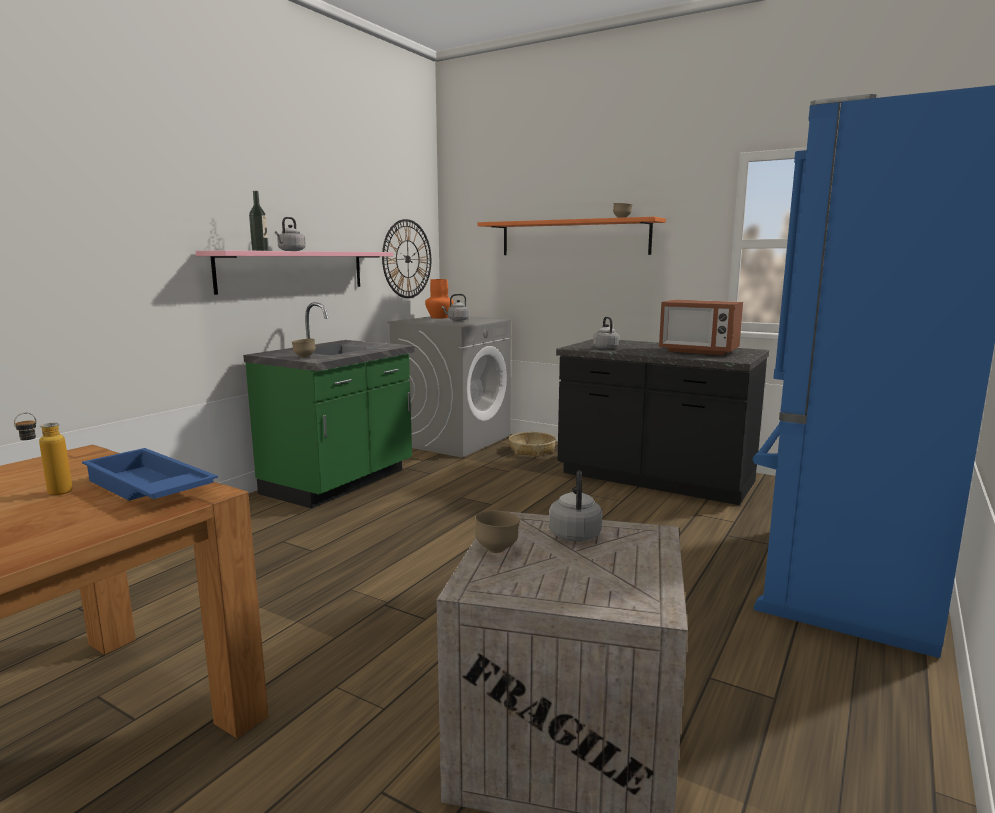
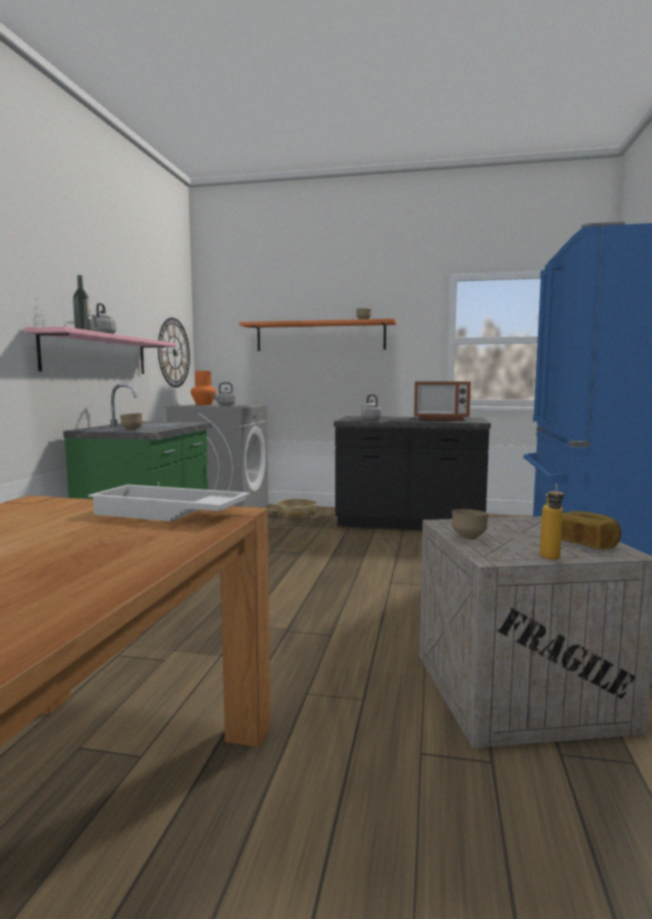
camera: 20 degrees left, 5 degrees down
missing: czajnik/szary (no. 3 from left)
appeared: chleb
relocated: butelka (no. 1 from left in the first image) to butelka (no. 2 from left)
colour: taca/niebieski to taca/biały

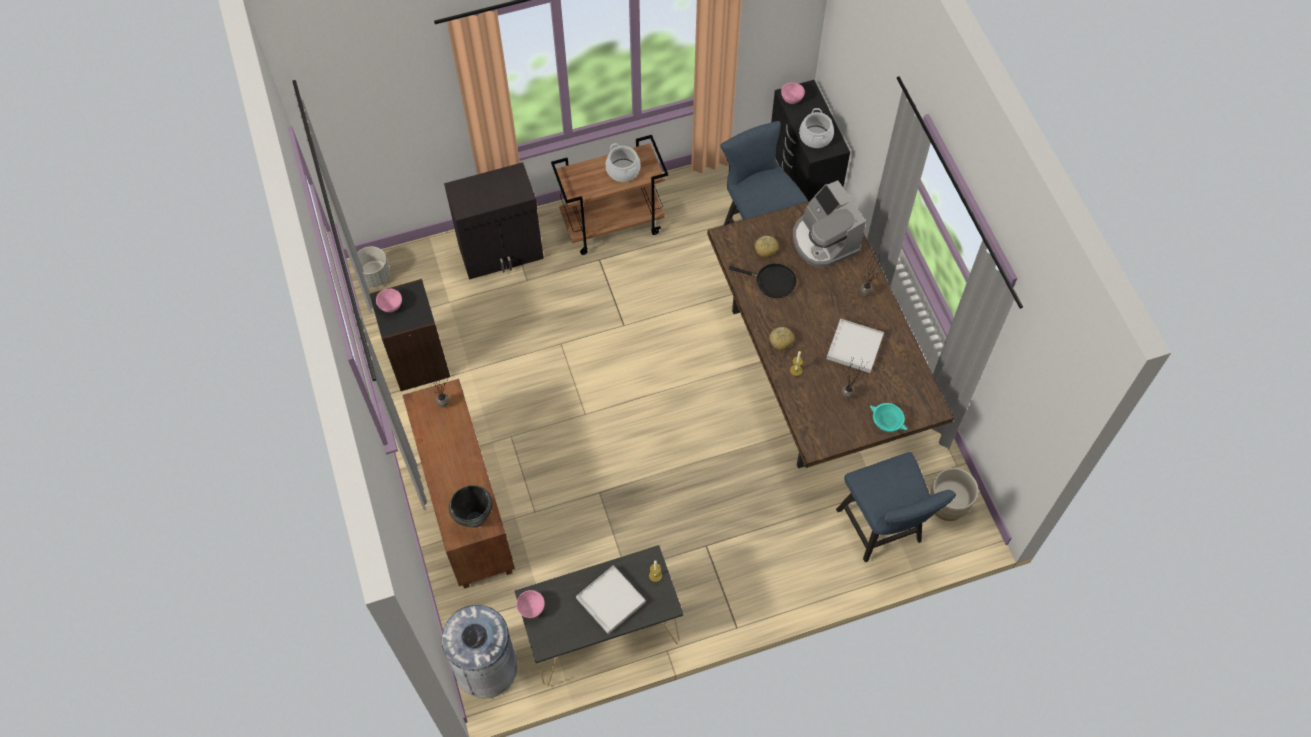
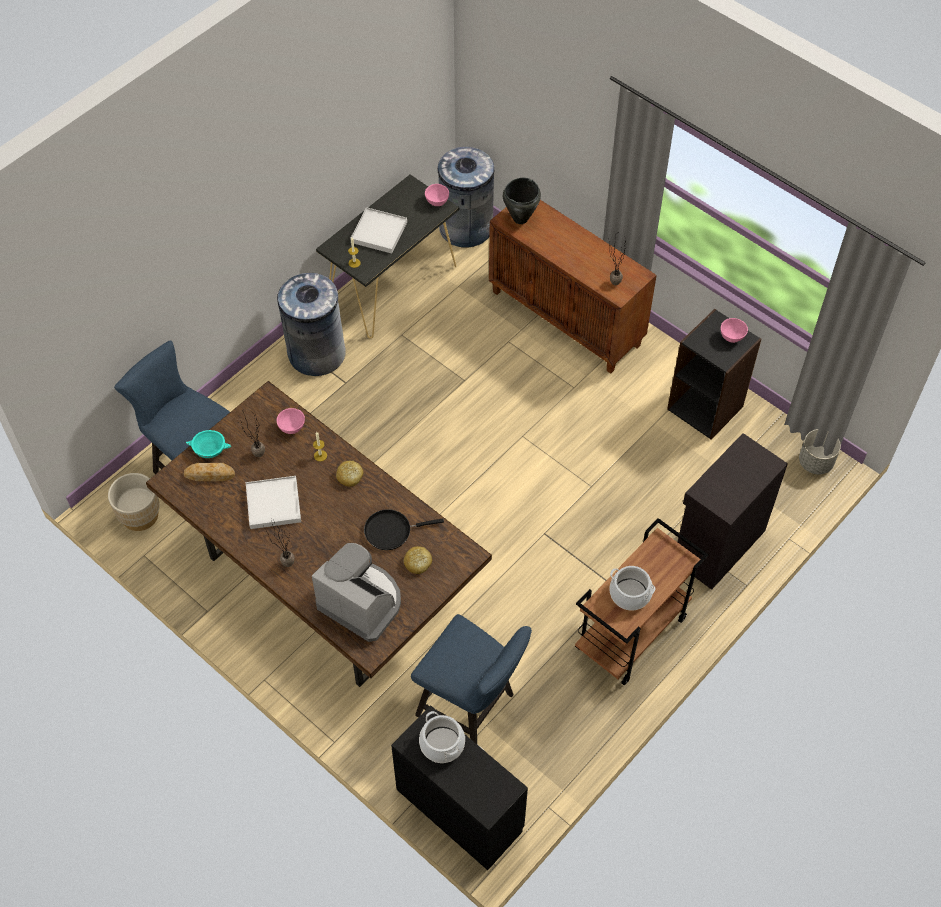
camera: 150 degrees right, 5 degrees down
appeared: kosz na śmieci/szary (no. 1 from left); chleb (no. 1 from left)
relocated: miska/różowy (no. 3 from left in the first image) to miska/różowy (no. 1 from left)

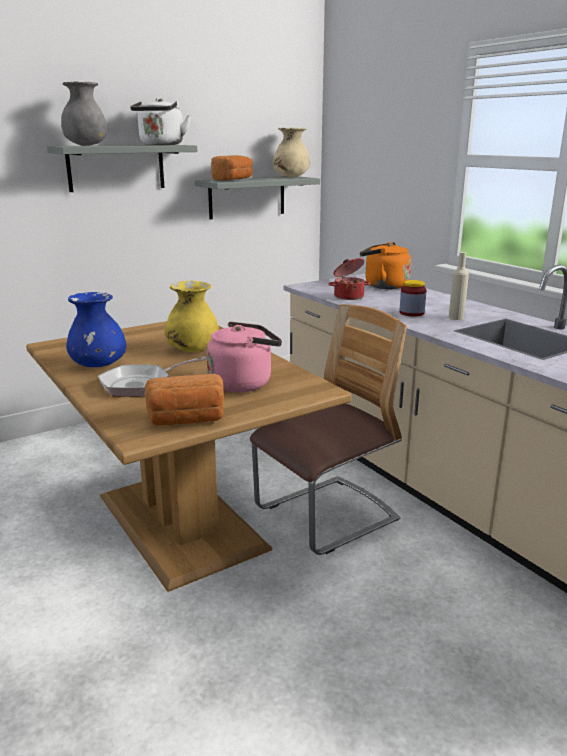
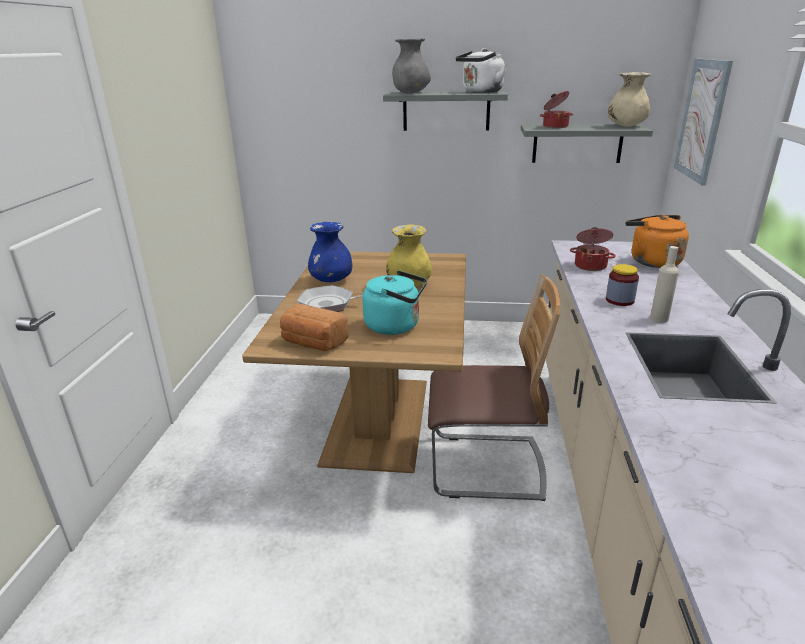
camera: 40 degrees right, 5 degrees up
appeared: obraz
exchanged: chleb (no. 2 from left) to garnek (no. 1 from left)
colour: czajnik/różowy to czajnik/turkusowy

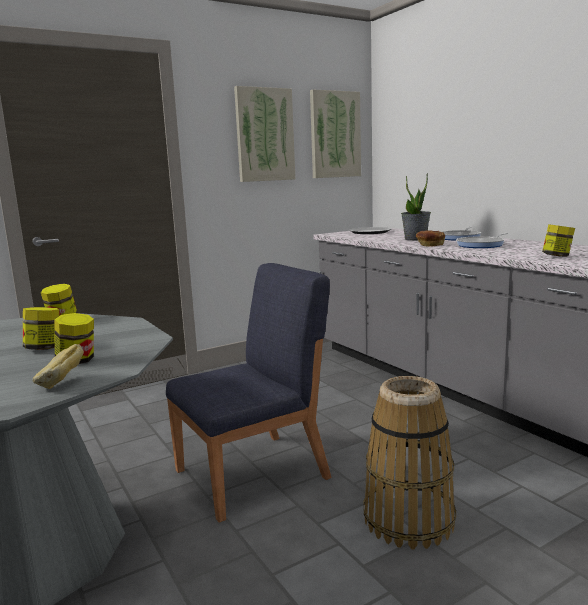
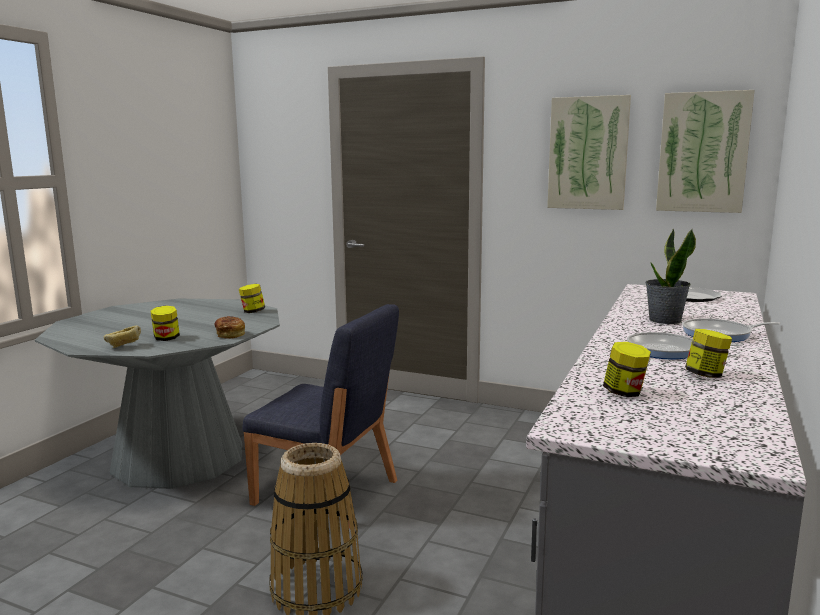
camera: 55 degrees right, 0 degrees up
relocated: chleb (no. 2 from left); słoik (no. 1 from left in the first image) to słoik (no. 4 from left)

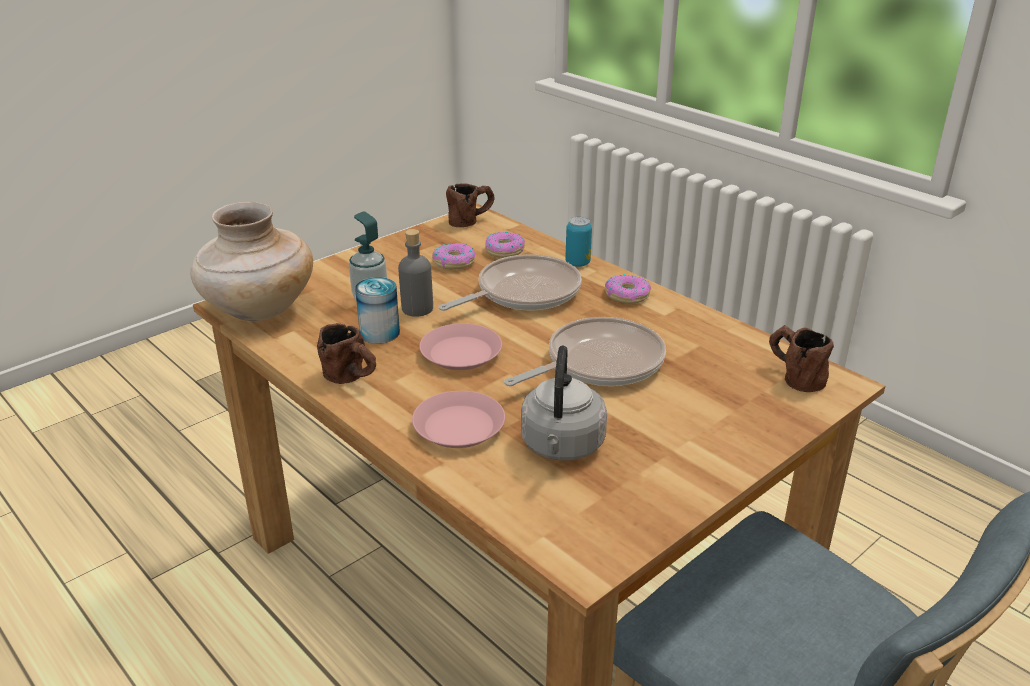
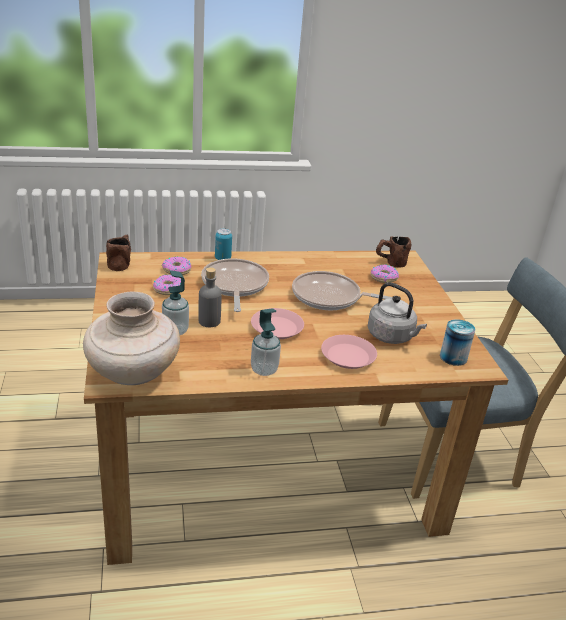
camera: 60 degrees left, 0 degrees up
relocated: donut (no. 3 from left); puszka (no. 1 from left in the first image) to puszka (no. 2 from left)
exchanged: kubek/brązowy (no. 1 from left) to dozownik mydła (no. 2 from left)
spun: patelnia (no. 2 from left) 75 degrees counterclockwise

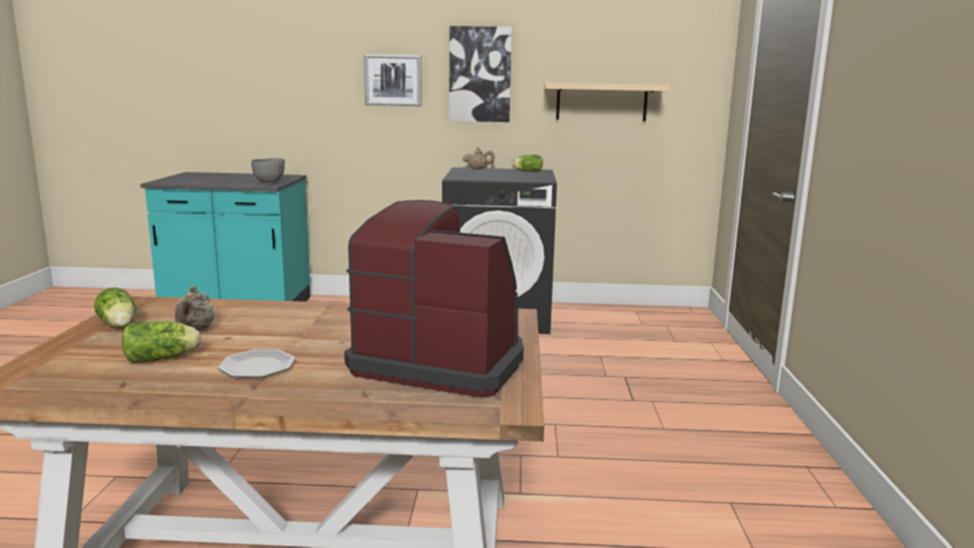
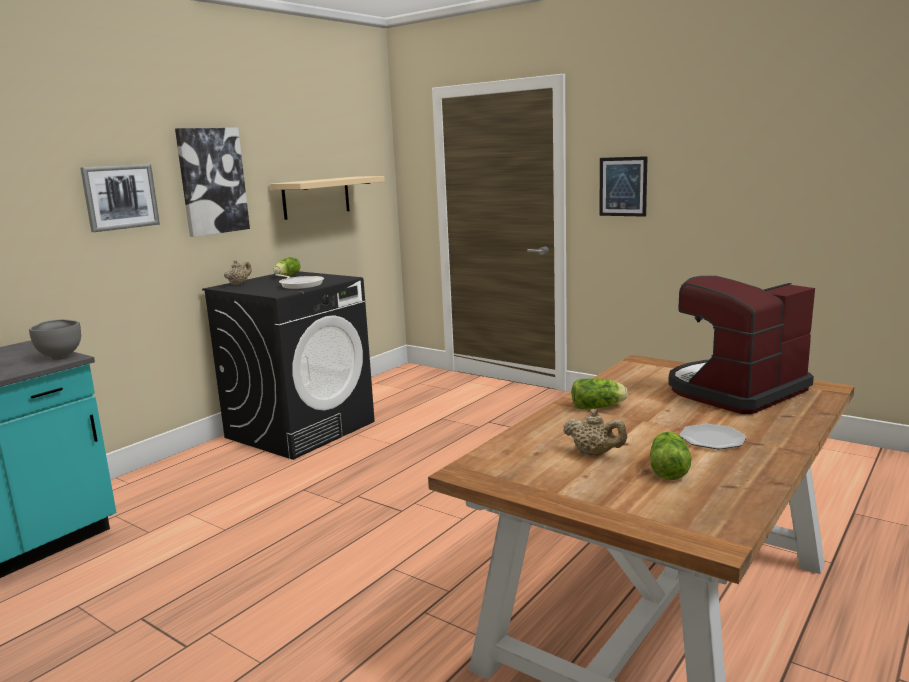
camera: 55 degrees left, 0 degrees up
appeared: obraz (no. 3 from left); patelnia
relocated: sałata (no. 1 from left in the first image) to sałata (no. 2 from left)

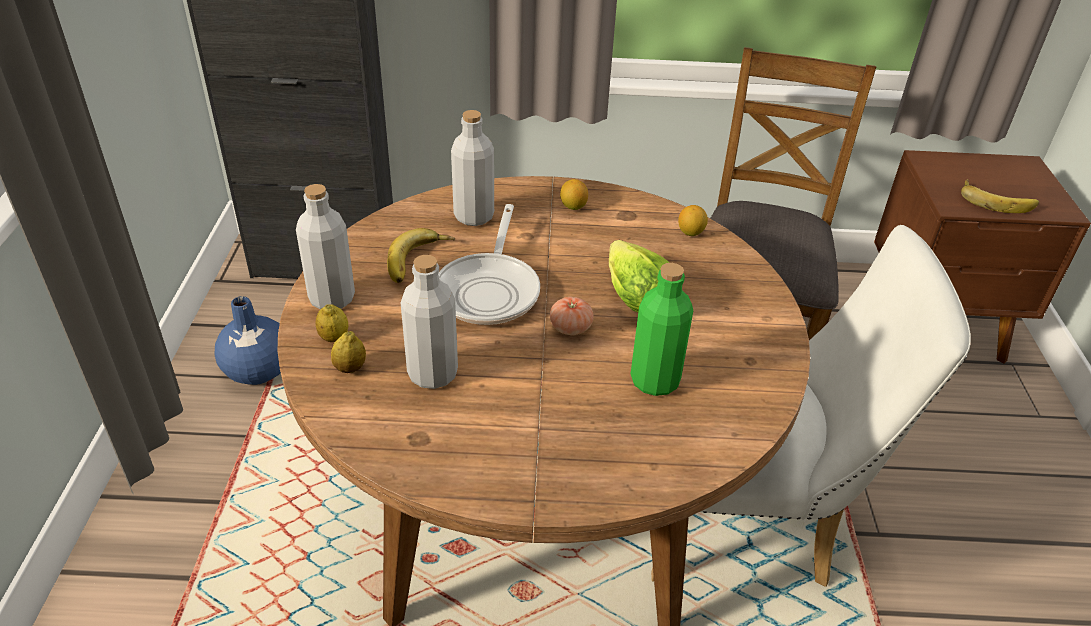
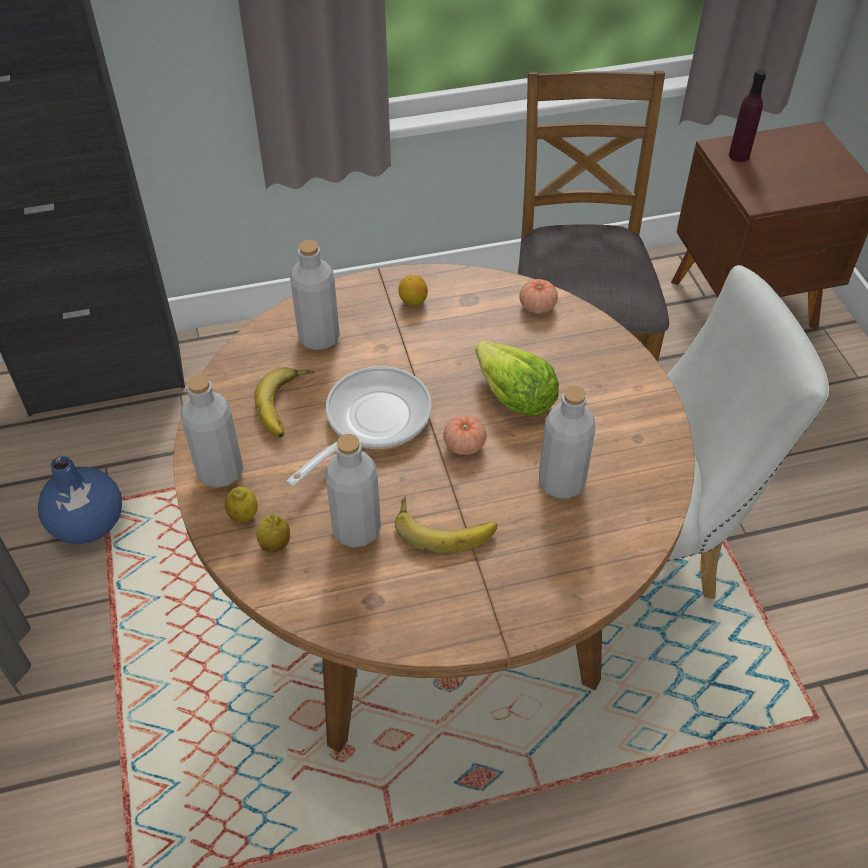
camera: 15 degrees left, 10 degrees up
appeared: butelka/fioletowy
relocated: banan (no. 2 from left)
exchanged: cytryna (no. 4 from left) to pomidor (no. 2 from left)
colour: butelka/zielony to butelka/szary (no. 4 from left)
spun: patelnia 135 degrees counterclockwise

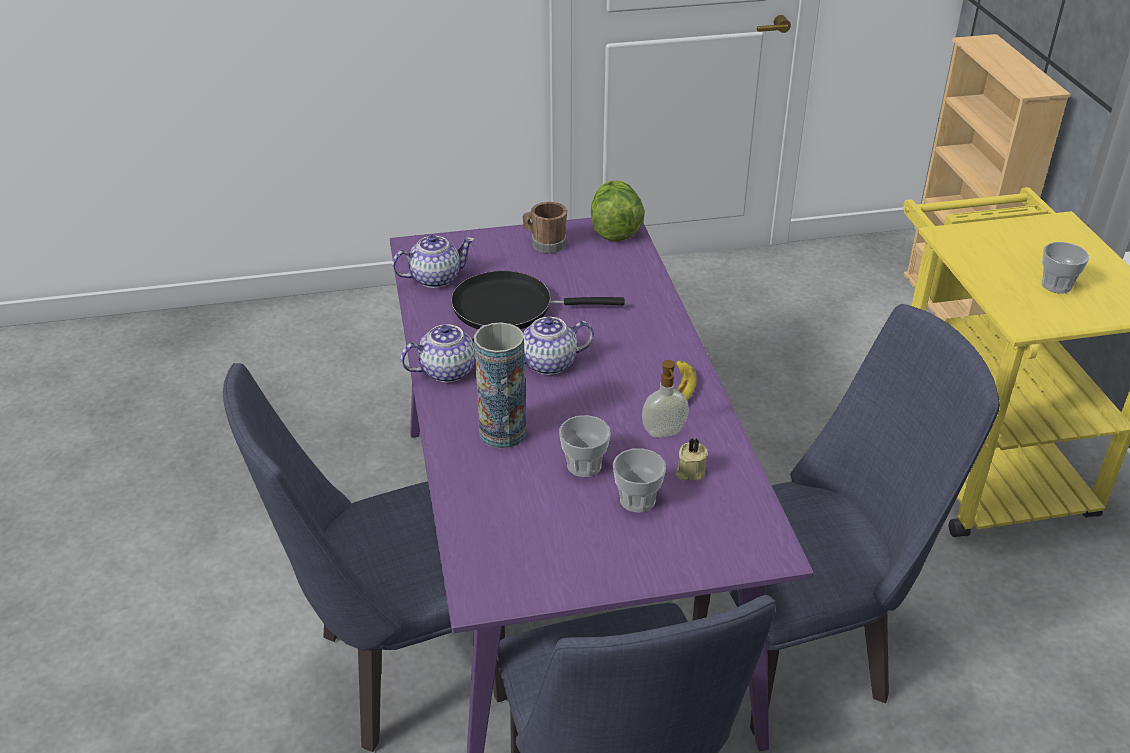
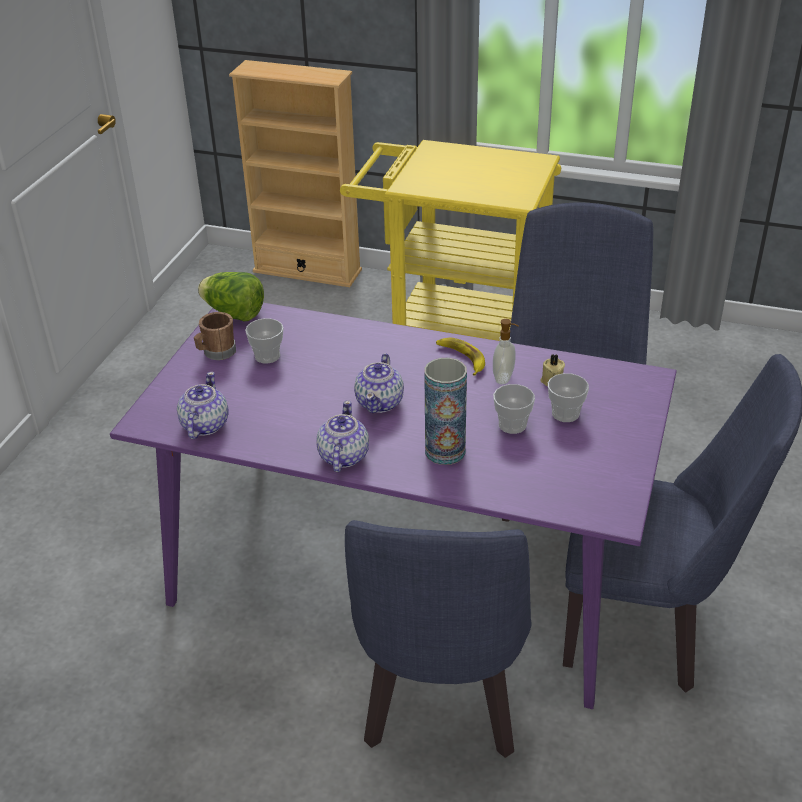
camera: 60 degrees left, 0 degrees up
missing: patelnia/czarny
relocated: filiżanka (no. 3 from left in the first image) to filiżanka (no. 1 from left)

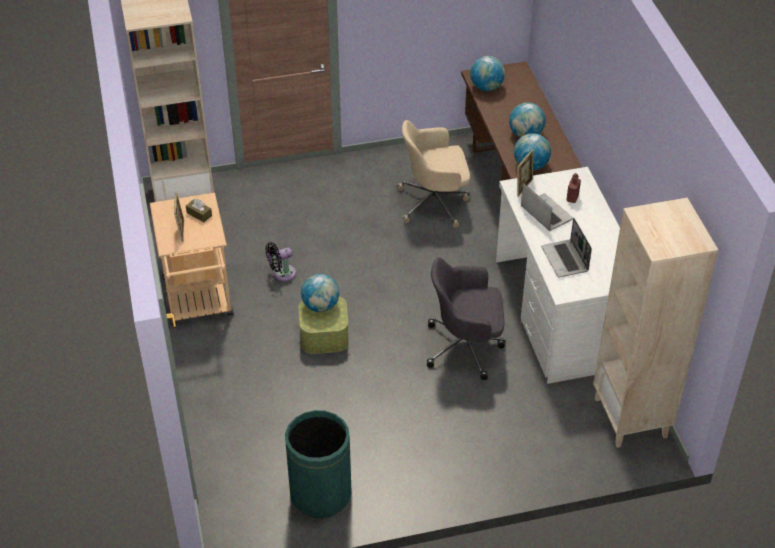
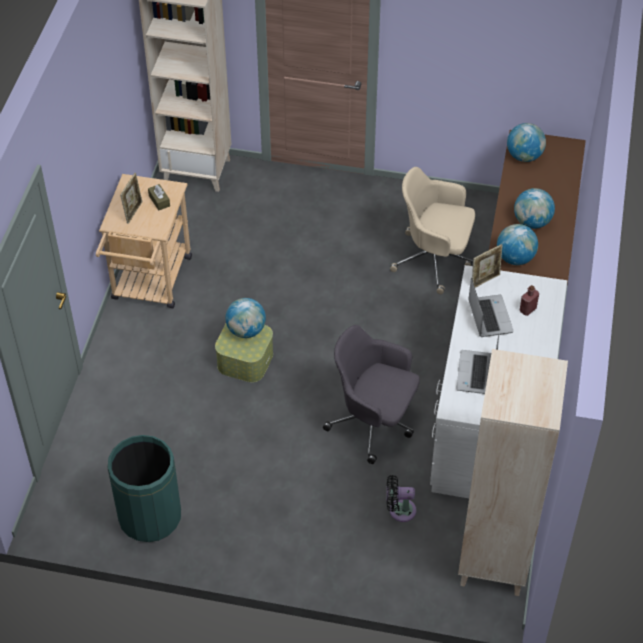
camera: 25 degrees right, 5 degrees up
relocated: wentylator/czarny

